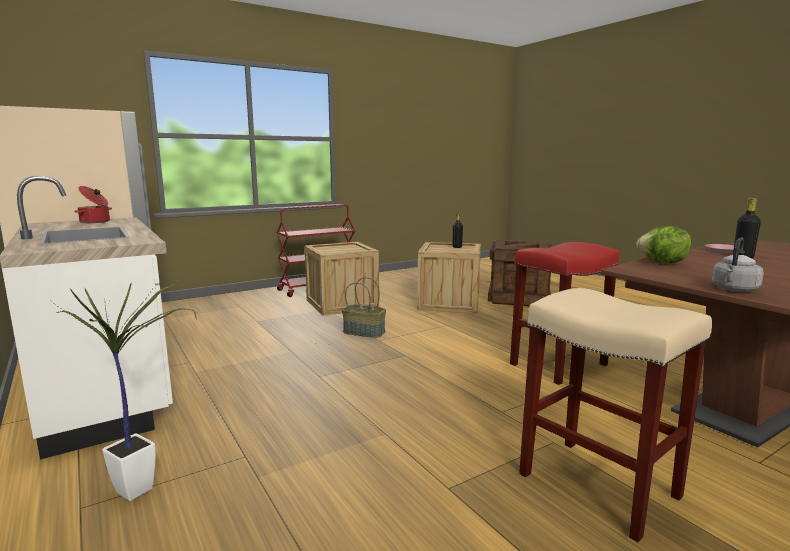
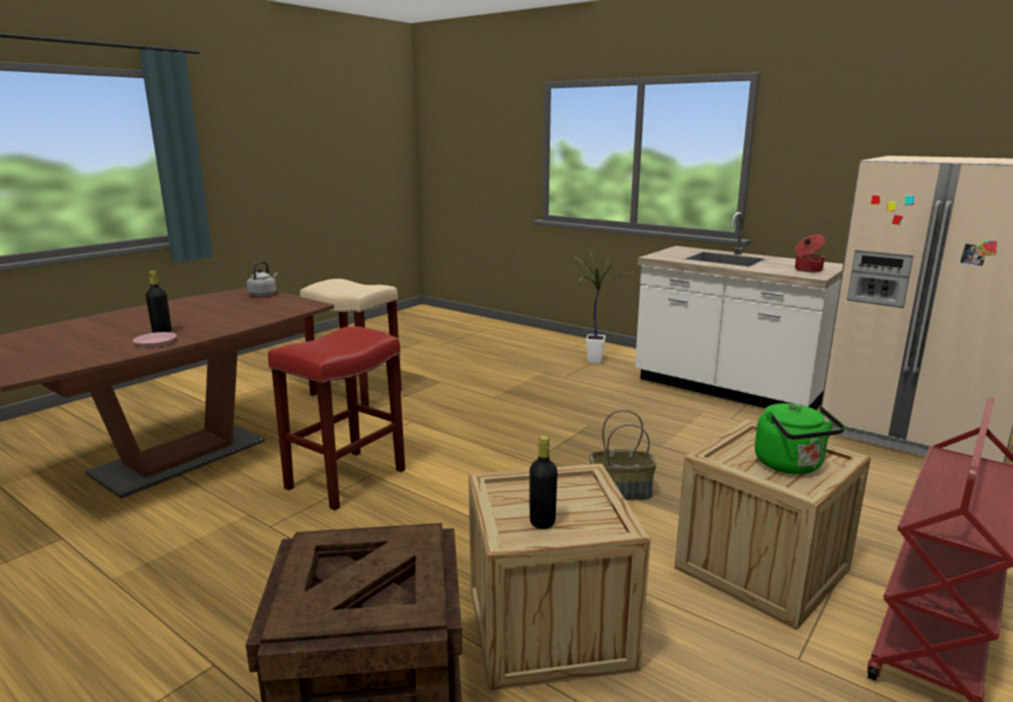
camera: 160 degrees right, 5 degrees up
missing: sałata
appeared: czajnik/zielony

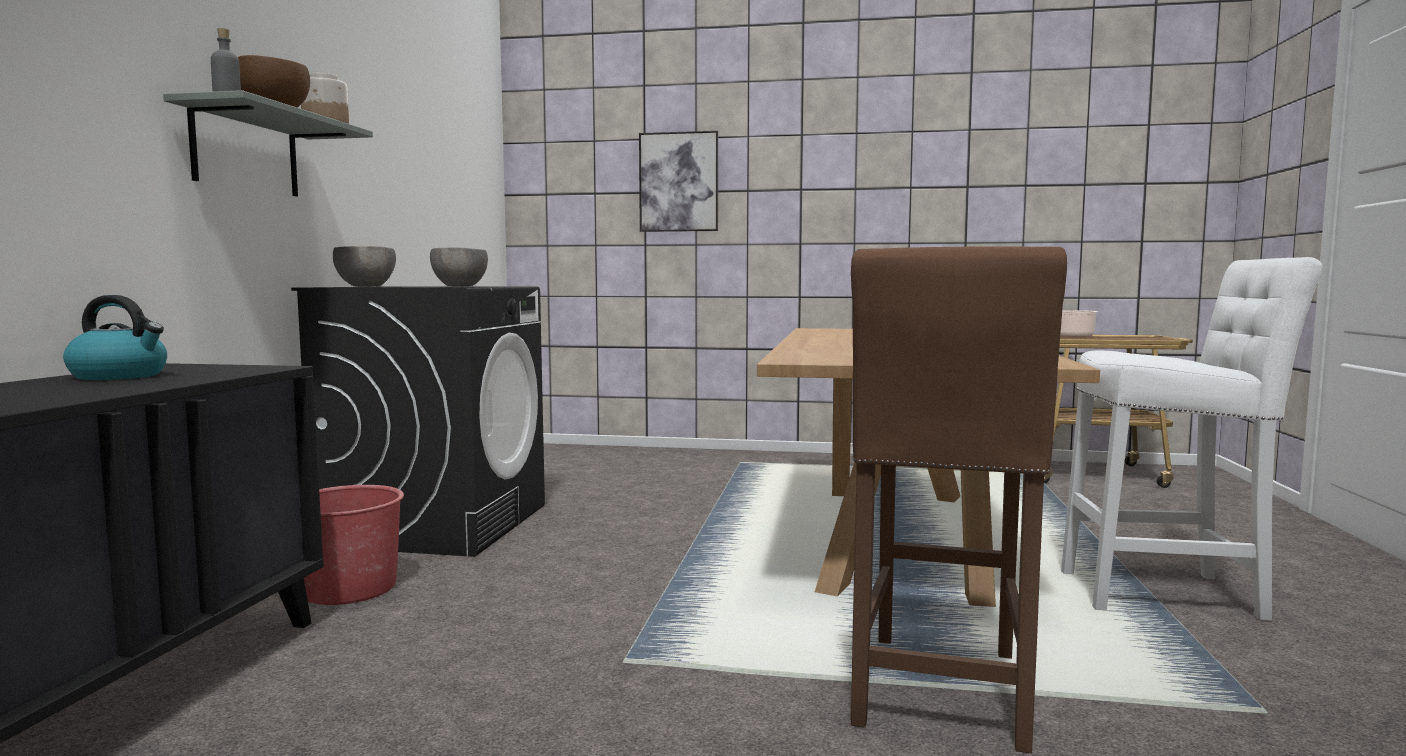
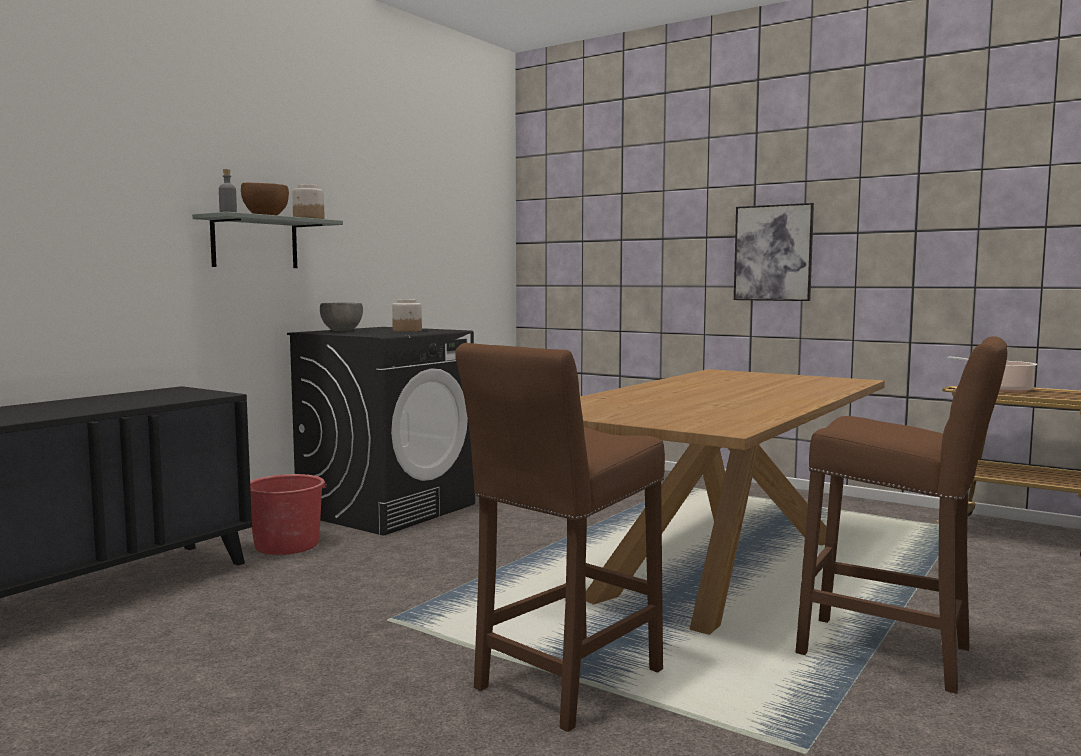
camera: 25 degrees right, 0 degrees up
missing: czajnik
relocated: obraz
exchanged: miska/szary (no. 2 from left) to słoik (no. 2 from left)
colour: stołek/biały to stołek/brązowy (no. 2 from left)

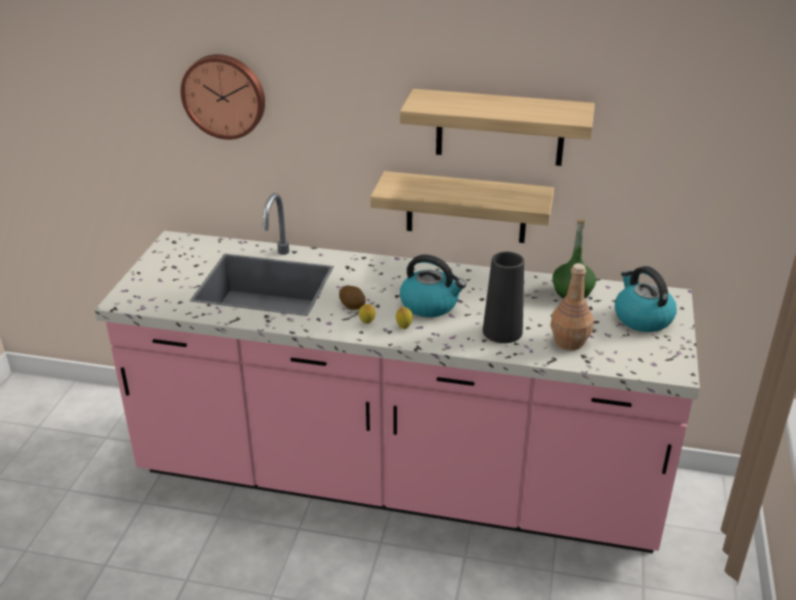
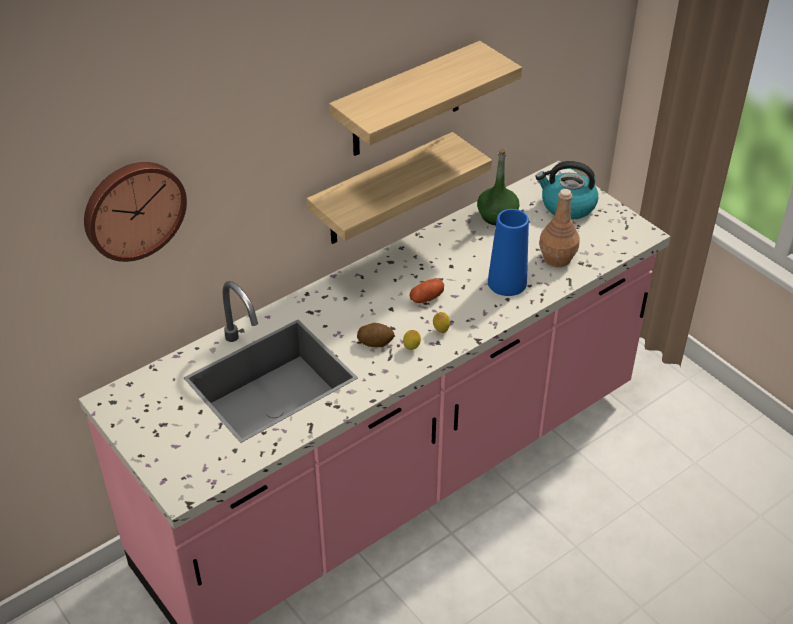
camera: 50 degrees left, 10 degrees up
exchanged: czajnik (no. 1 from left) to ziemniak (no. 2 from left)
colour: wazon/czarny to wazon/niebieski

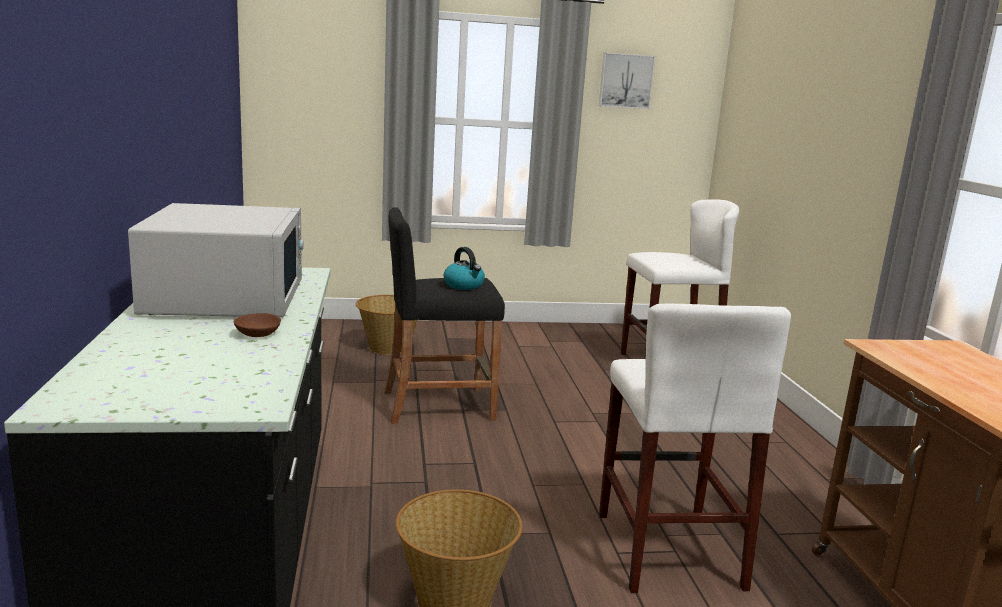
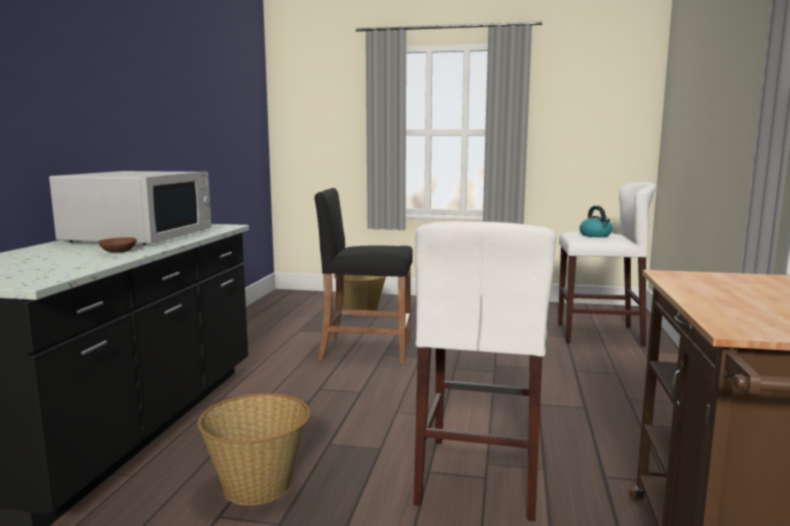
camera: 20 degrees right, 5 degrees down
missing: obraz
relocated: czajnik

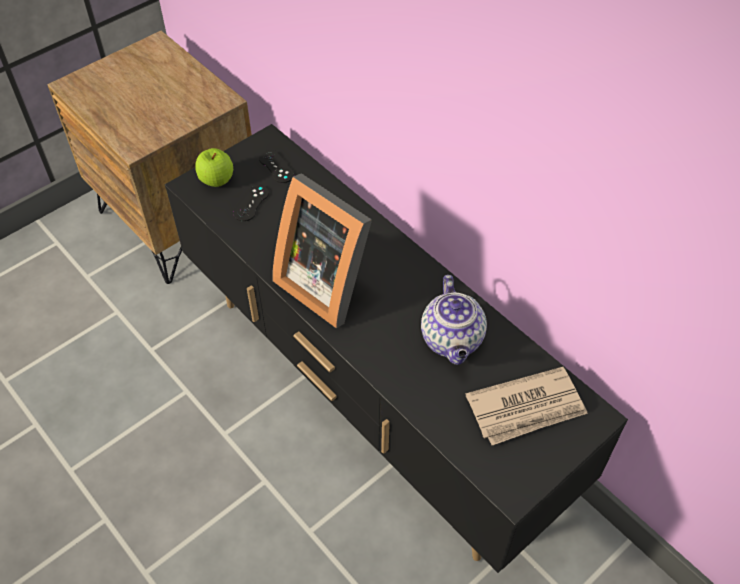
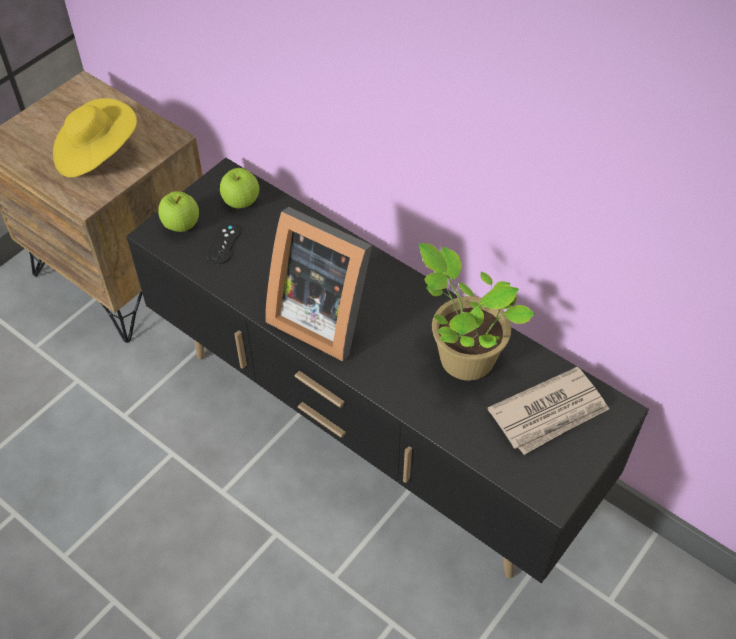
camera: 10 degrees left, 0 degrees up
appeared: kapelusz/żółty
exchanged: pad do gier/czarny (no. 2 from left) to jabłko (no. 2 from left); imbryk to roślina doniczkowa

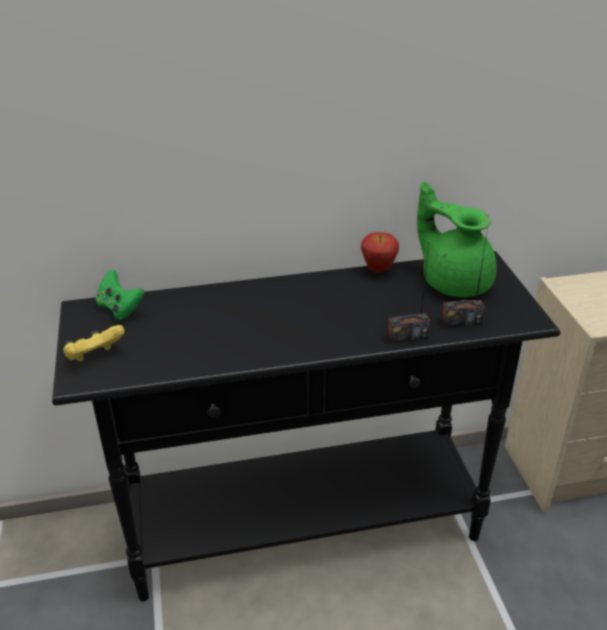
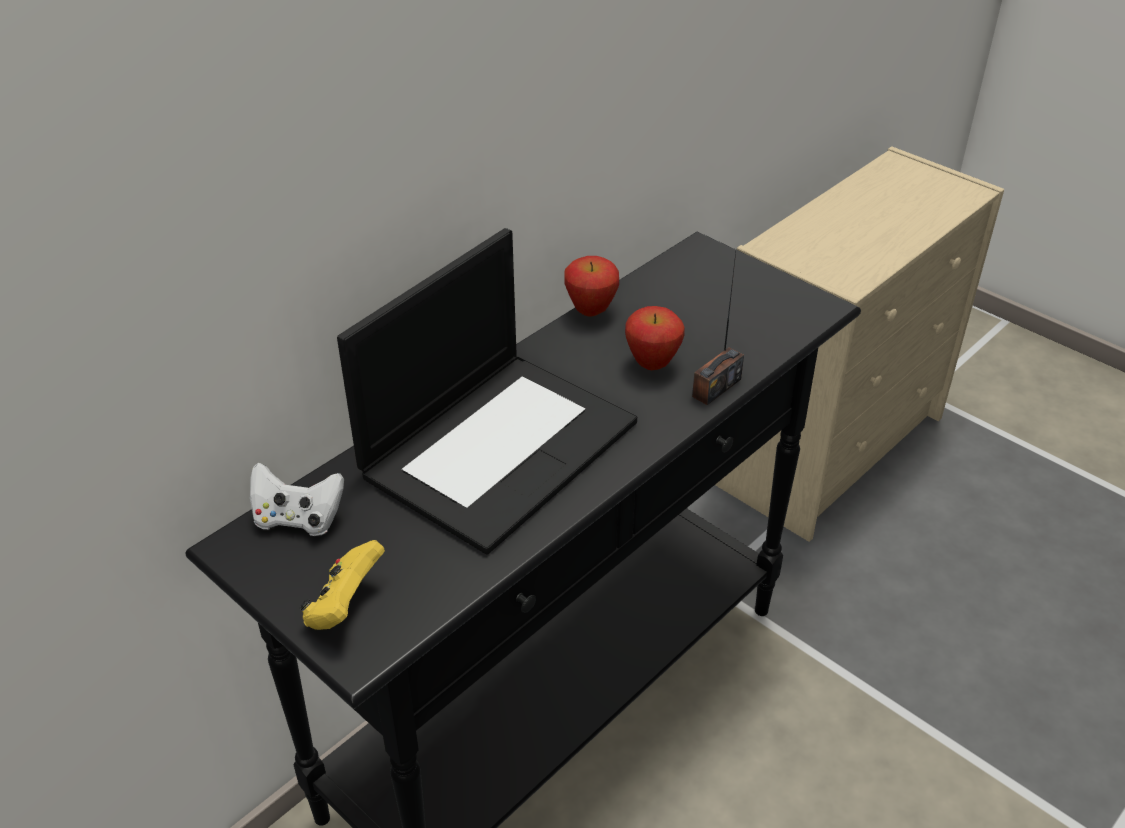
camera: 35 degrees left, 5 degrees up
missing: imbryk/zielony; radio (no. 2 from left)
appeared: laptop; jabłko (no. 2 from left)
colour: pad do gier/zielony to pad do gier/biały

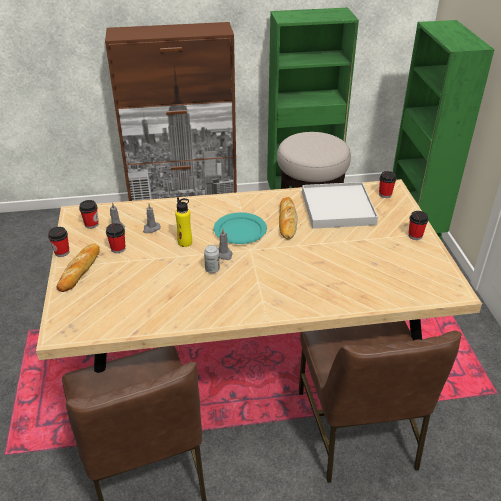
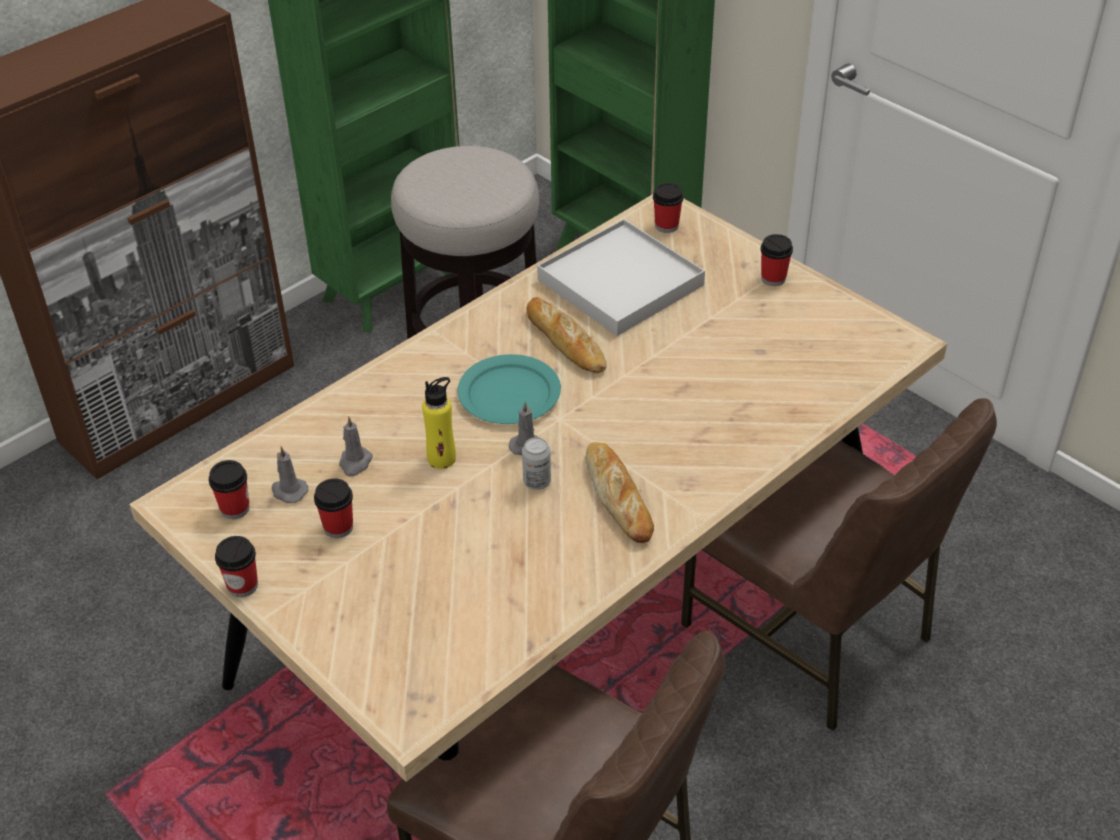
camera: 35 degrees left, 5 degrees up
relocated: chleb (no. 1 from left in the first image) to chleb (no. 2 from left)

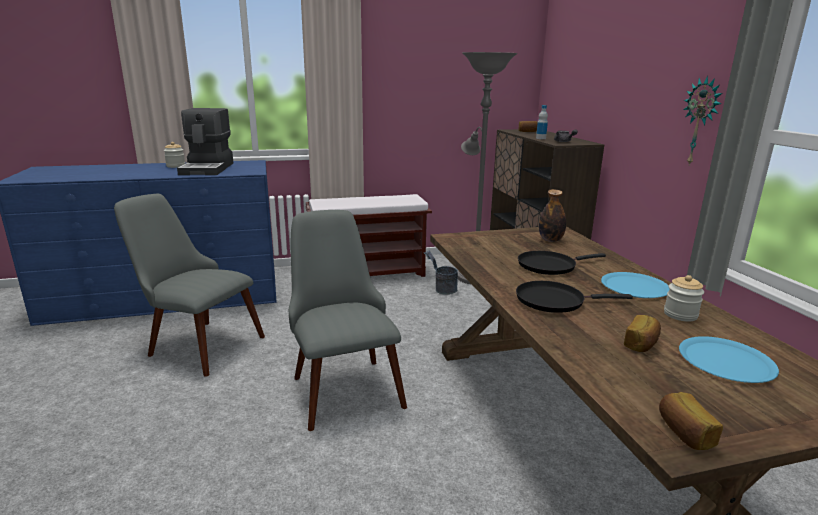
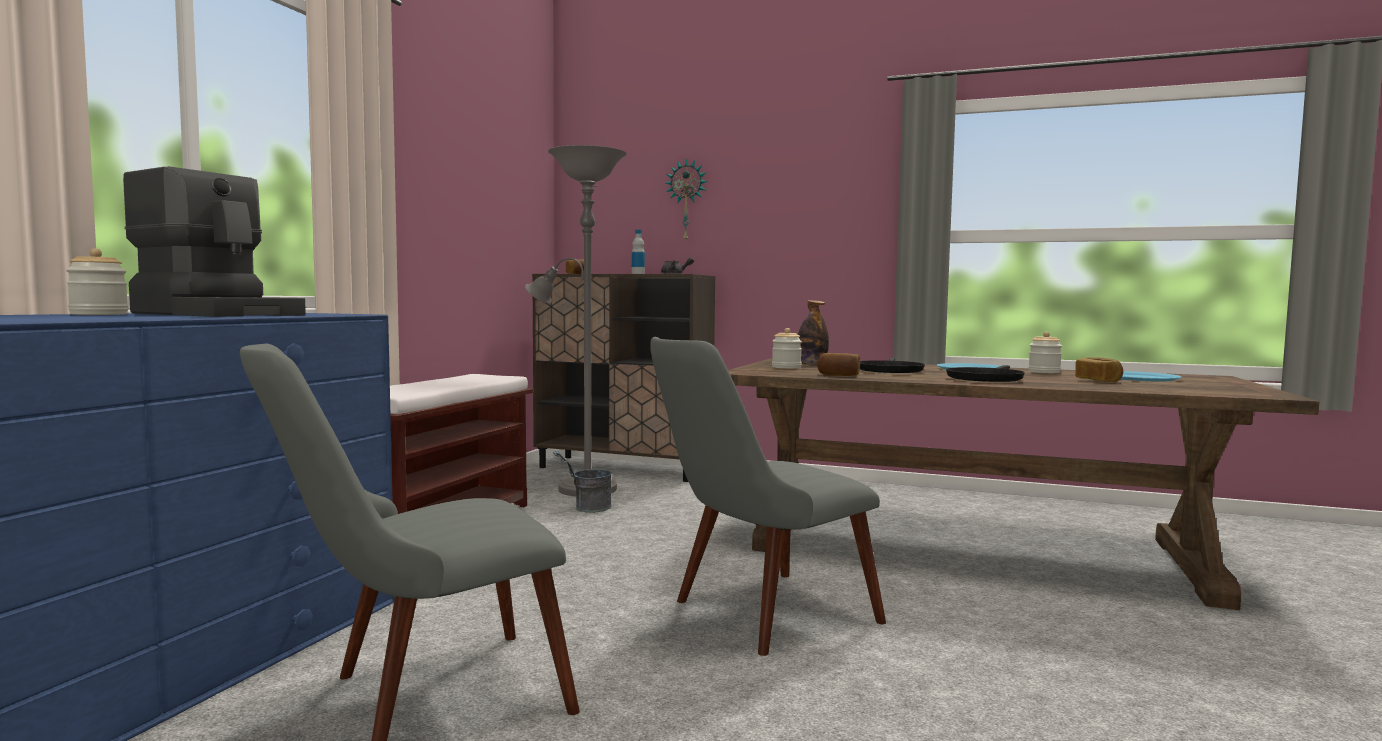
camera: 55 degrees left, 15 degrees down
appeared: słoik (no. 2 from left)
relocated: zegar ścienny; chleb (no. 3 from left in the first image) to chleb (no. 2 from left)
spun: krzesło/szary (no. 2 from left) 45 degrees counterclockwise

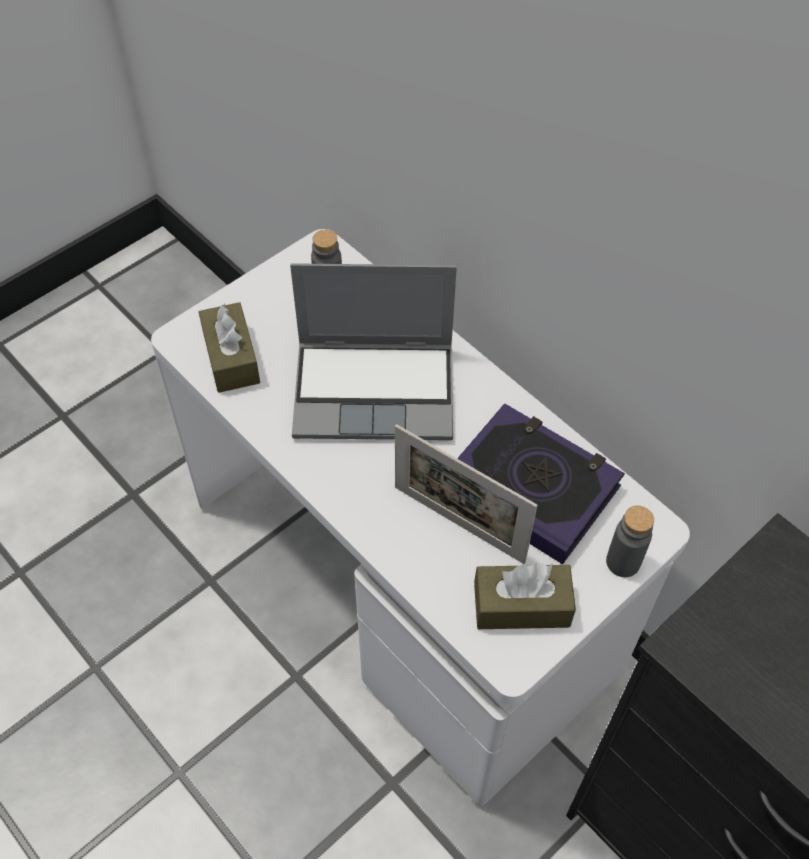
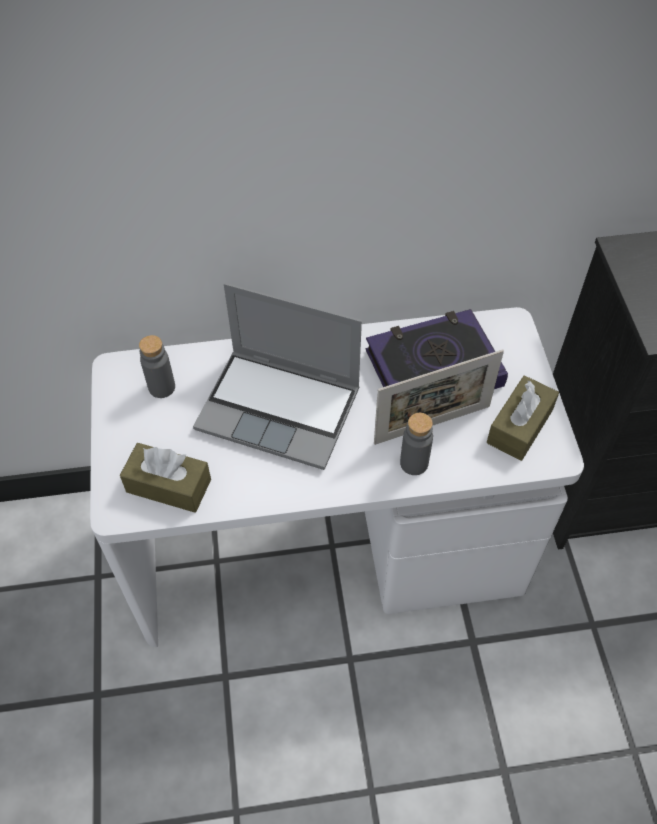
camera: 55 degrees left, 0 degrees up
relocated: butelka/szary (no. 2 from left)
spun: laptop 75 degrees clockwise

